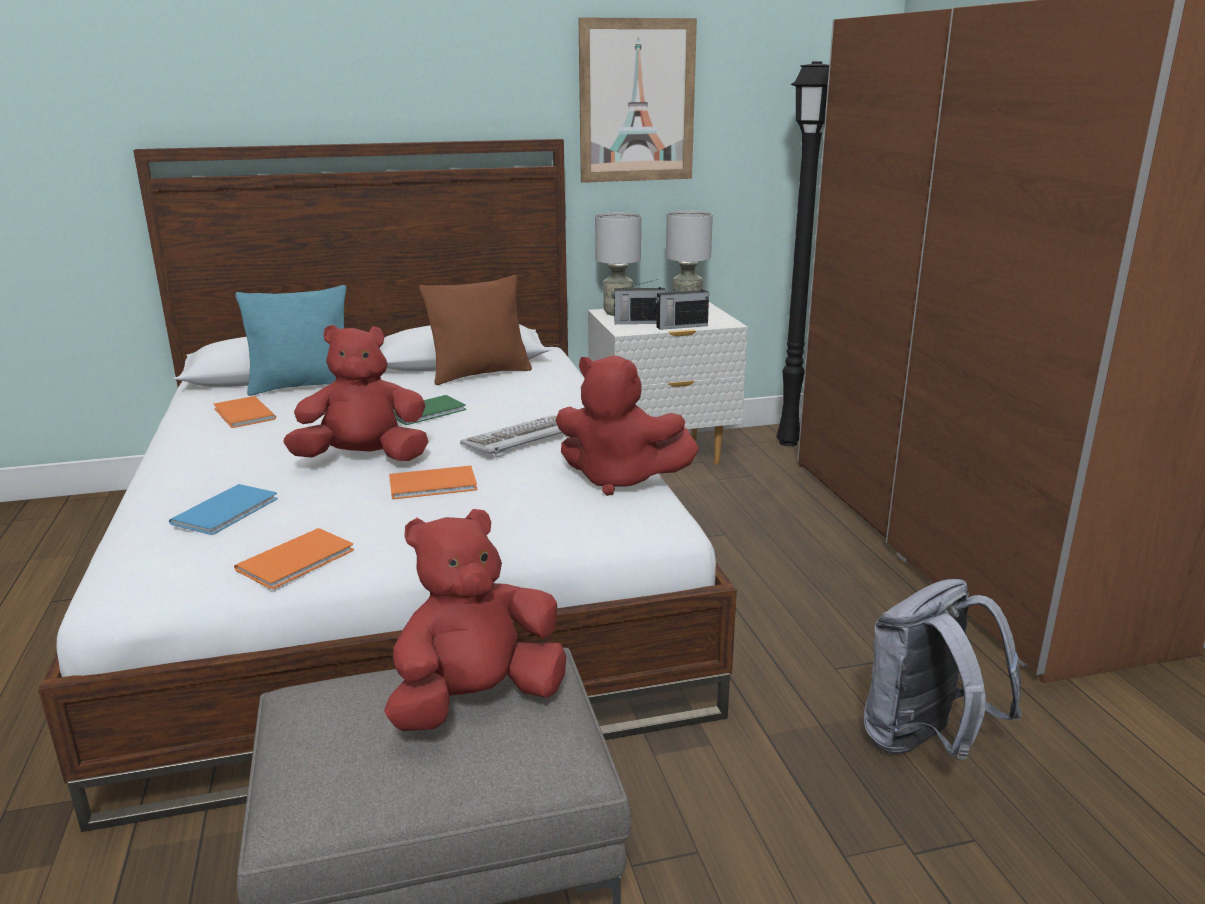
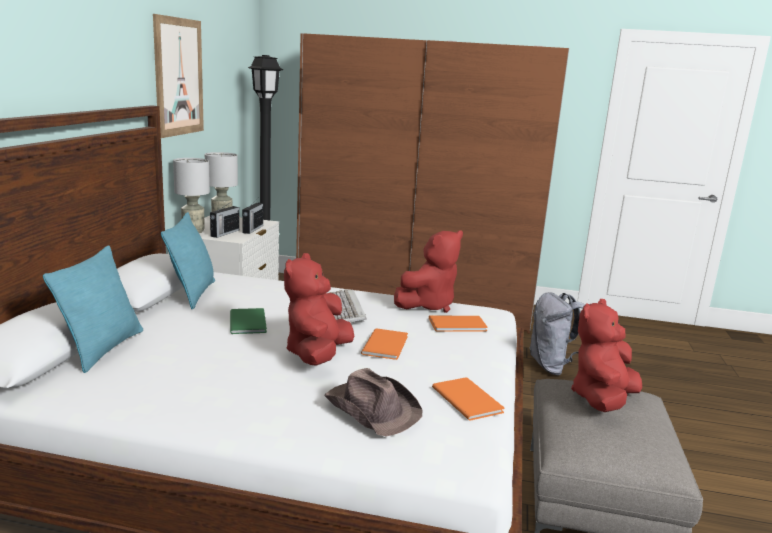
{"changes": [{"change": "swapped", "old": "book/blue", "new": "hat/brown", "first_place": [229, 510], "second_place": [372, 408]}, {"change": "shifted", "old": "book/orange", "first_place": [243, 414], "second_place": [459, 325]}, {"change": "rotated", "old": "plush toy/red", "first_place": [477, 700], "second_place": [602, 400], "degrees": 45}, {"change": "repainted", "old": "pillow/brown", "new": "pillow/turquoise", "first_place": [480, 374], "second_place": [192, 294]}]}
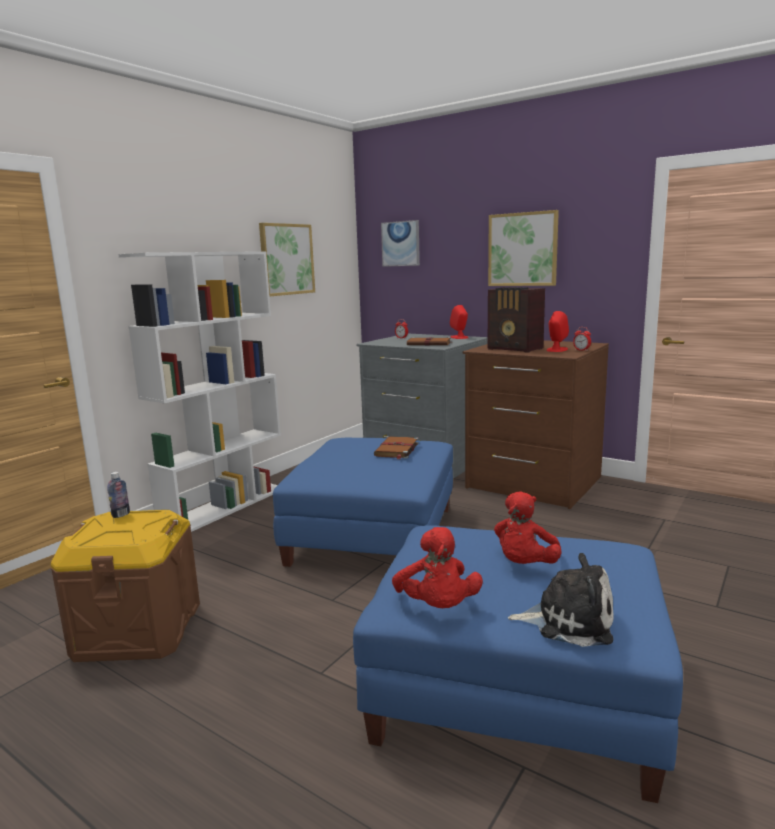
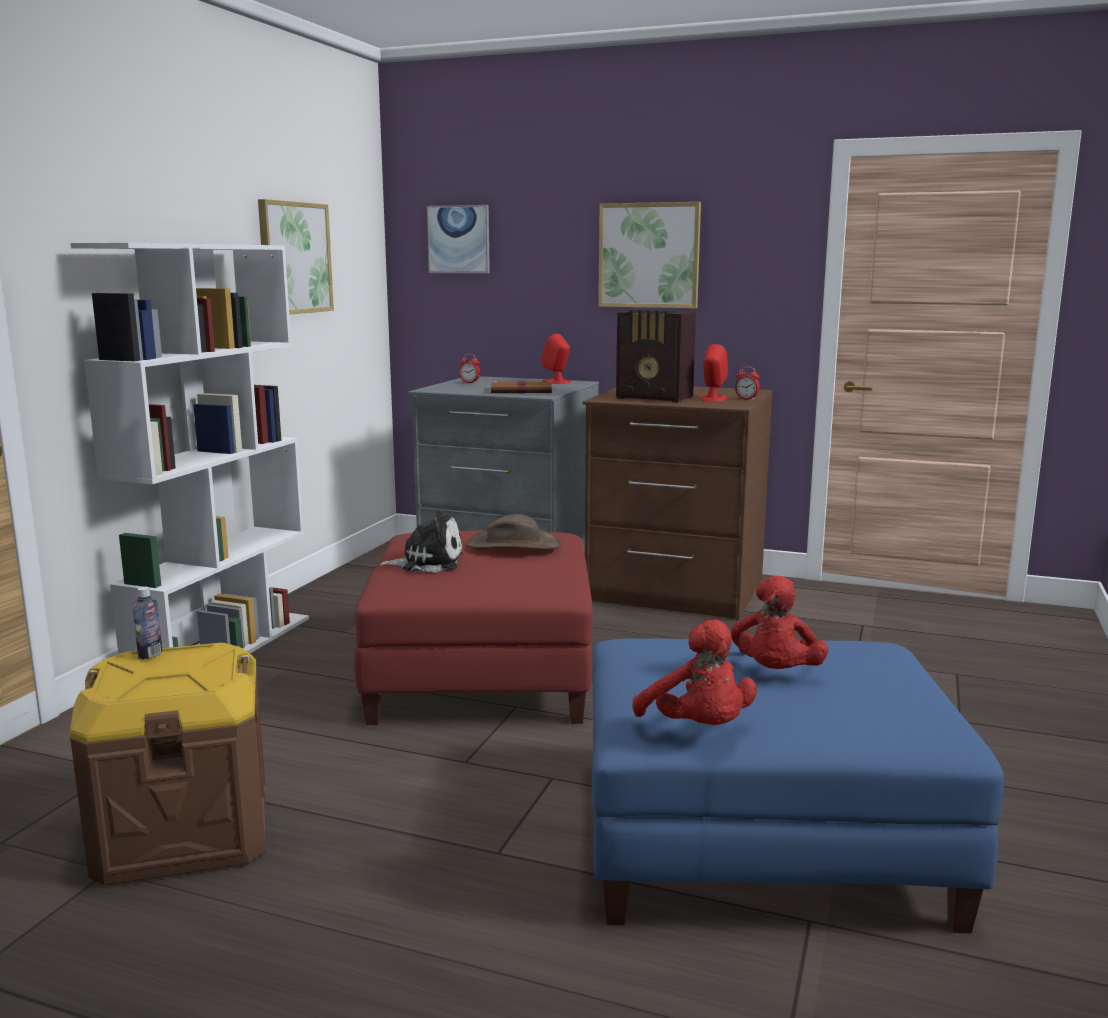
{"changes": [{"change": "repainted", "old": "ottoman/blue", "new": "ottoman/red", "first_place": [373, 535], "second_place": [481, 673]}, {"change": "swapped", "old": "book/brown", "new": "hat/brown", "first_place": [396, 450], "second_place": [513, 545]}, {"change": "shifted", "old": "plush toy", "first_place": [568, 620], "second_place": [428, 562]}]}
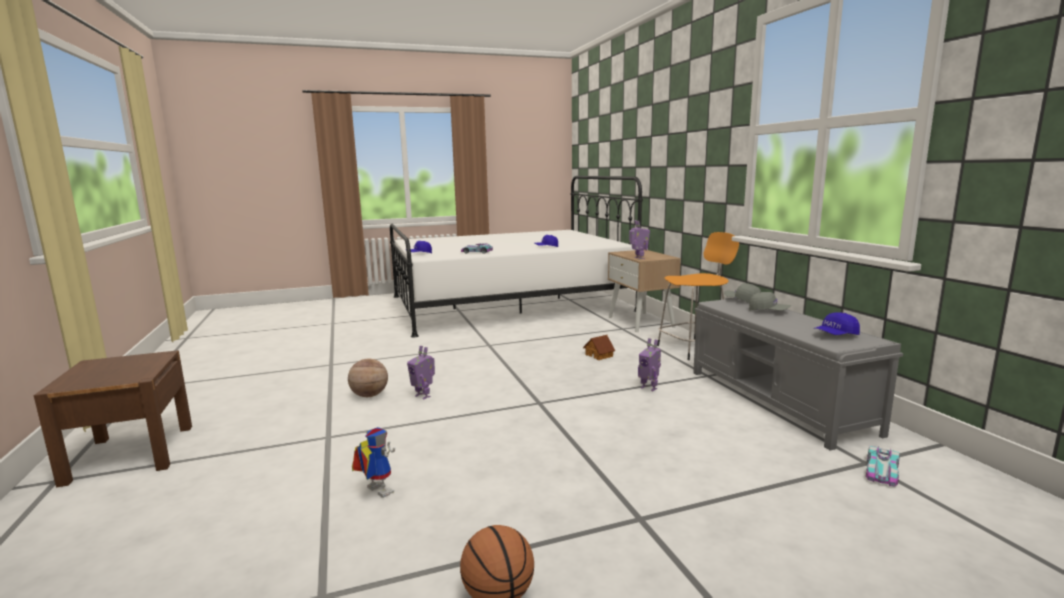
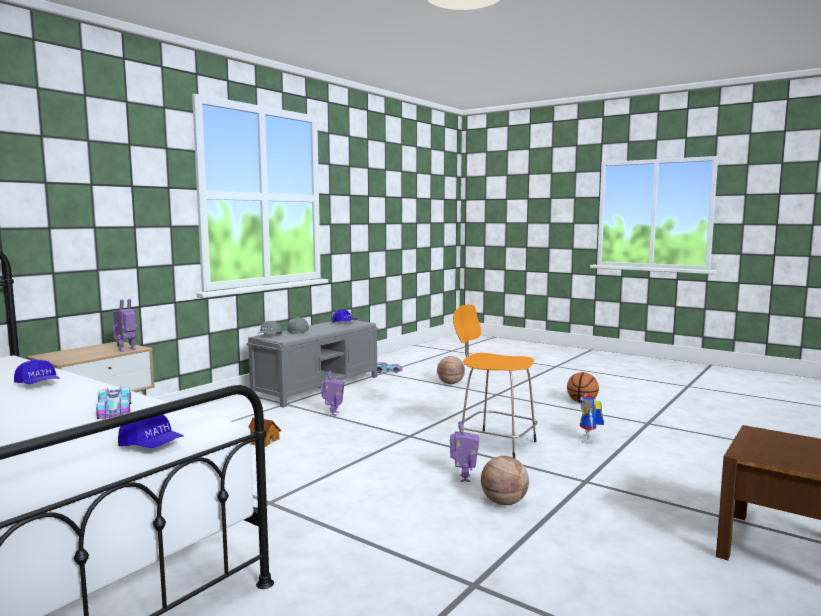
{"changes": [{"change": "shifted", "old": "stool/orange", "first_place": [694, 348], "second_place": [494, 444]}, {"change": "new", "new": "basketball", "second_place": [450, 383]}]}
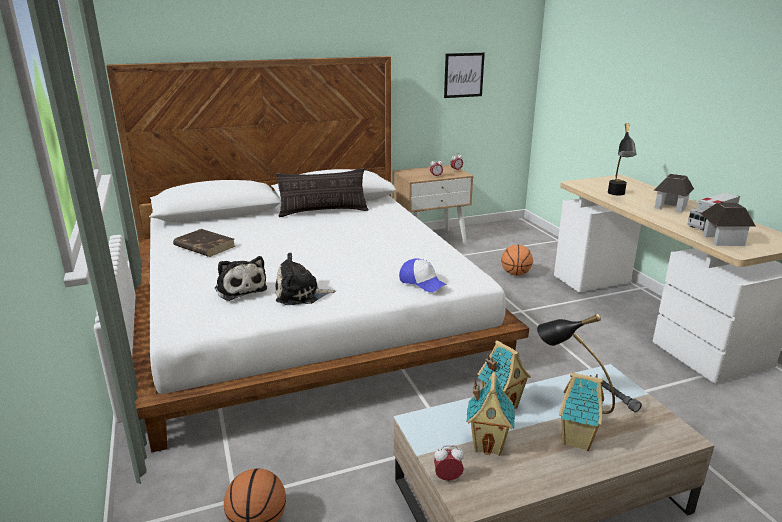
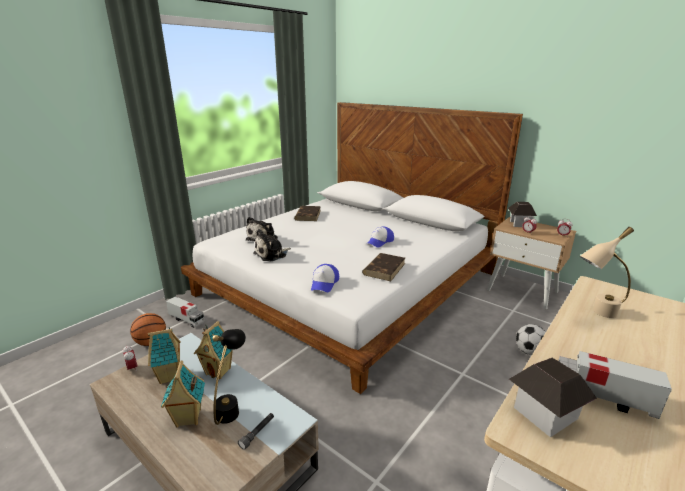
{"changes": [{"change": "rotated", "old": "plush toy", "first_place": [301, 295], "second_place": [272, 254], "degrees": -90}, {"change": "gone", "old": "pillow", "first_place": [323, 212]}, {"change": "gone", "old": "picture", "first_place": [463, 75]}, {"change": "swapped", "old": "basketball", "new": "football", "first_place": [515, 274], "second_place": [529, 352]}, {"change": "repainted", "old": "table lamp/black", "new": "table lamp/beige", "first_place": [617, 195], "second_place": [596, 313]}, {"change": "shifted", "old": "toy house", "first_place": [670, 207], "second_place": [520, 224]}, {"change": "new", "new": "toy truck", "second_place": [187, 320]}, {"change": "new", "new": "book/brown", "second_place": [384, 268]}, {"change": "new", "new": "cap", "second_place": [380, 241]}]}
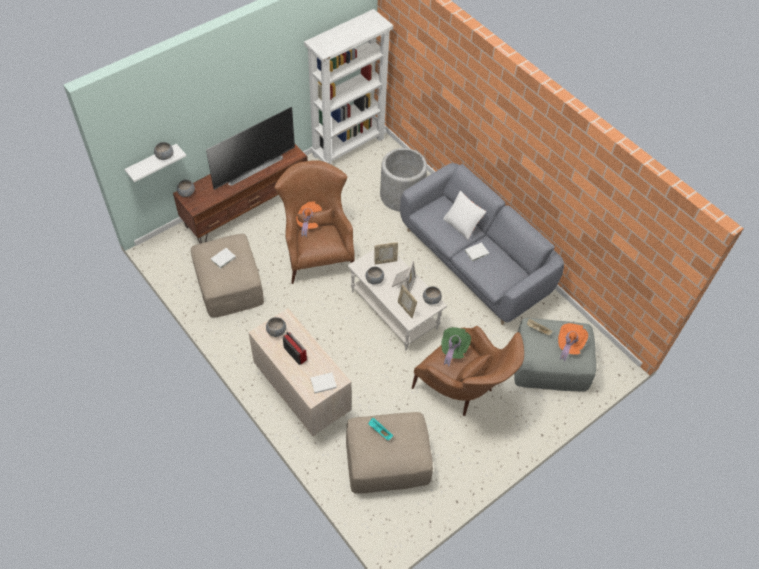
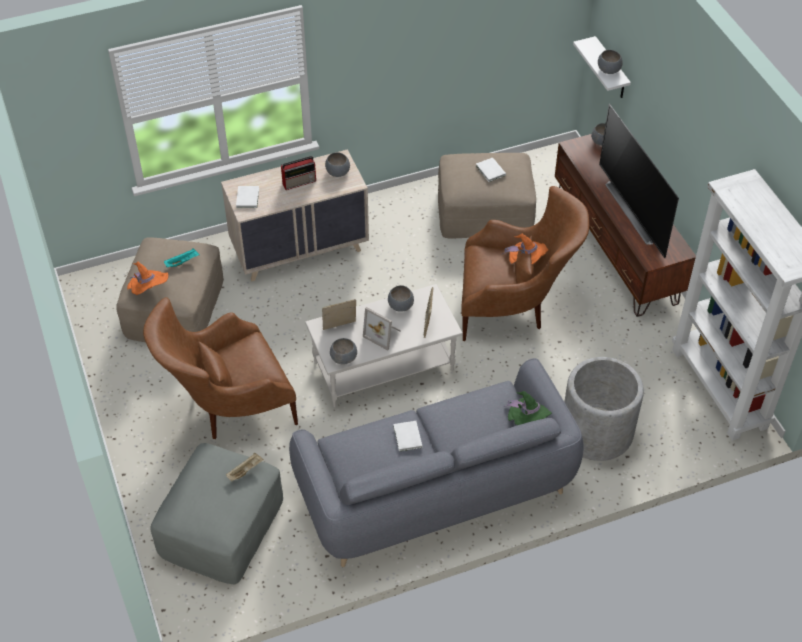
{"changes": [{"change": "shifted", "old": "hat/green", "first_place": [453, 349], "second_place": [528, 420]}, {"change": "gone", "old": "pillow/white", "first_place": [462, 224]}, {"change": "shifted", "old": "hat/orange", "first_place": [569, 345], "second_place": [148, 290]}]}
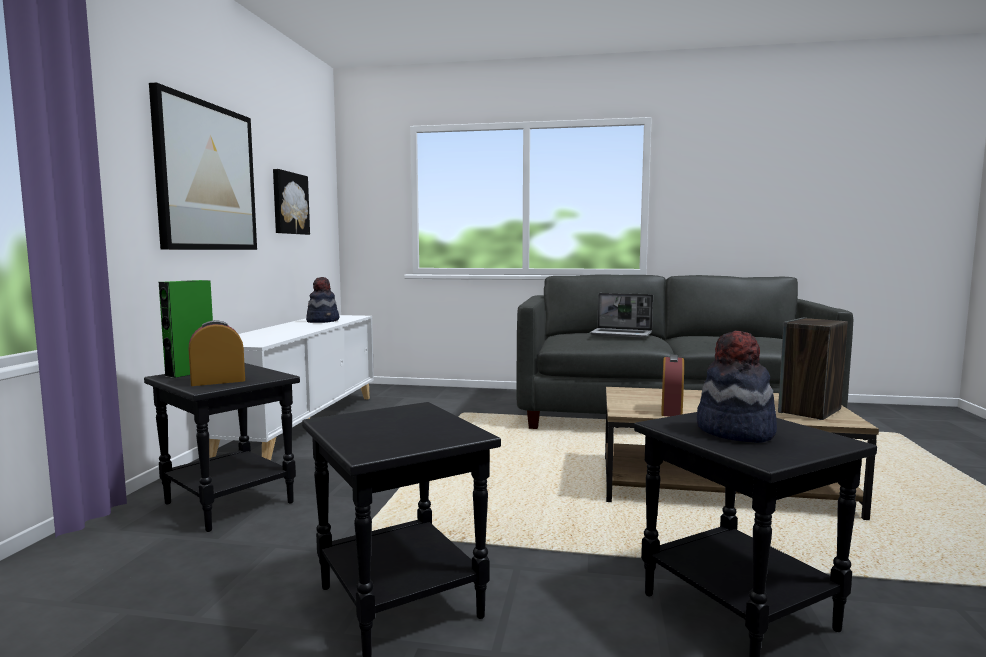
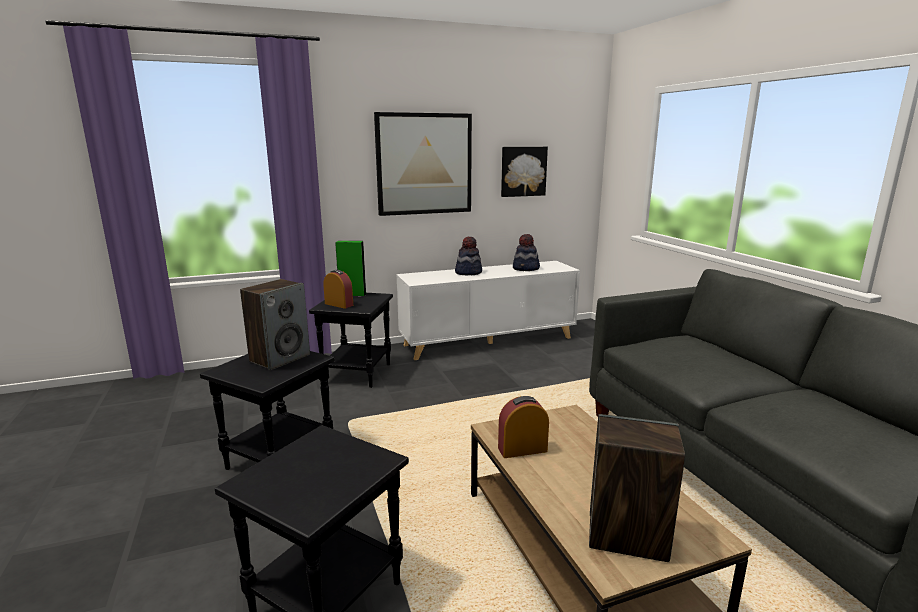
{"changes": [{"change": "gone", "old": "laptop", "first_place": [622, 334]}, {"change": "shifted", "old": "hat", "first_place": [734, 432], "second_place": [468, 272]}, {"change": "new", "new": "speaker", "second_place": [280, 358]}]}
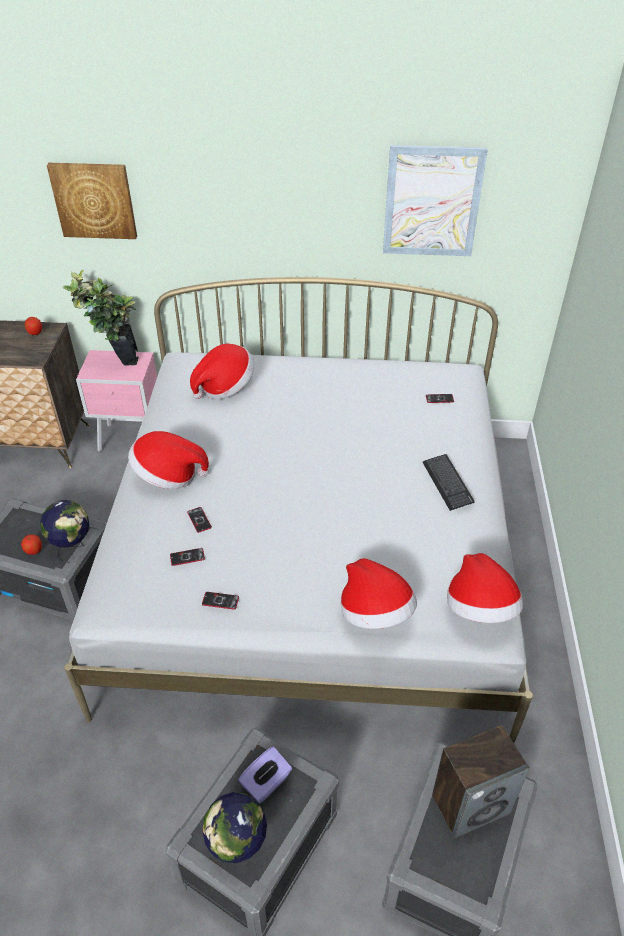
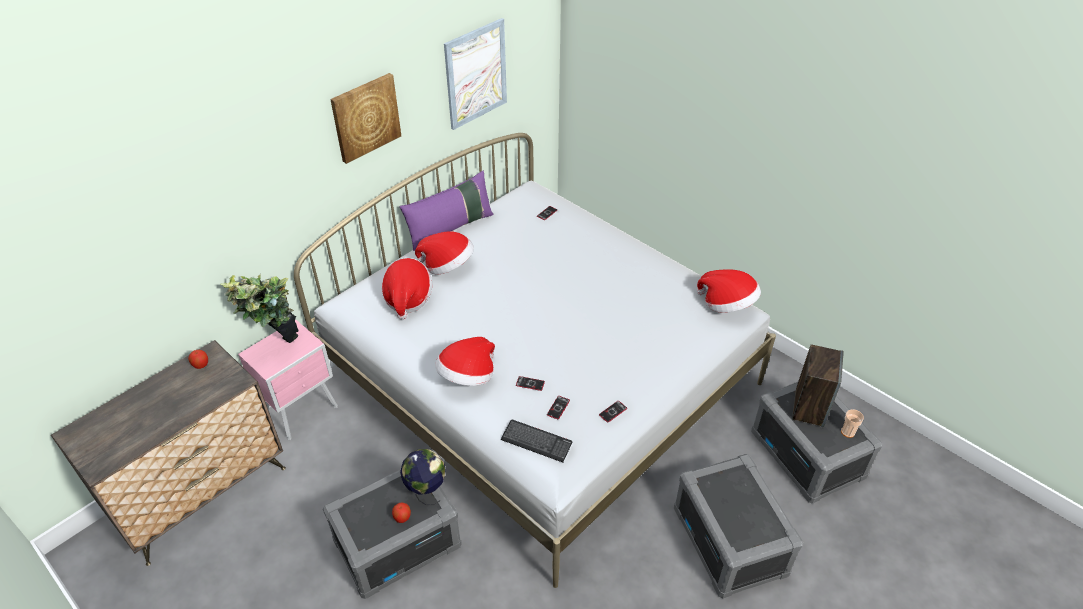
{"changes": [{"change": "shifted", "old": "picture", "first_place": [94, 200], "second_place": [365, 117]}, {"change": "gone", "old": "globe", "first_place": [238, 846]}, {"change": "gone", "old": "tissue box/purple", "first_place": [266, 783]}, {"change": "shifted", "old": "hat", "first_place": [375, 613], "second_place": [448, 266]}, {"change": "shifted", "old": "keyboard", "first_place": [447, 483], "second_place": [536, 441]}, {"change": "new", "new": "pillow/purple", "second_place": [450, 228]}, {"change": "new", "new": "cup", "second_place": [848, 432]}]}
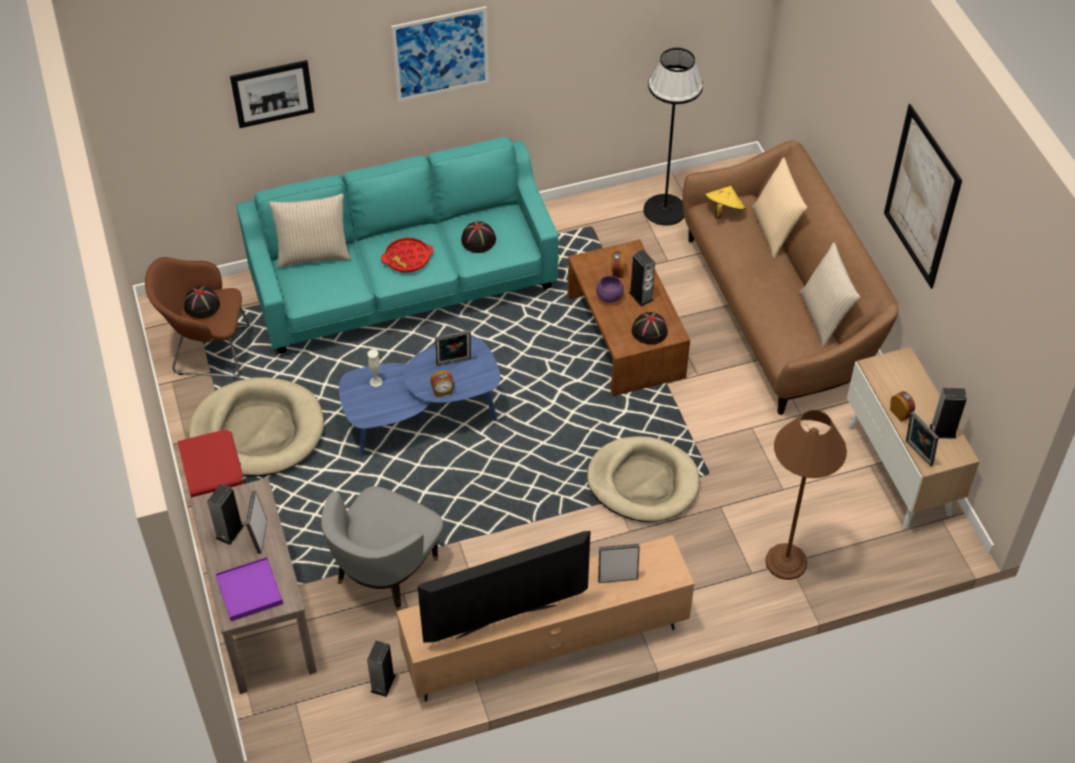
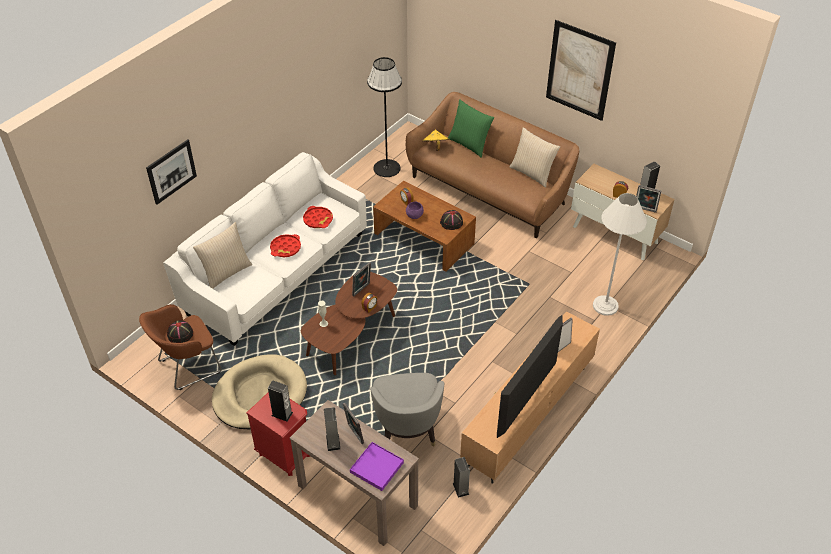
{"changes": [{"change": "repainted", "old": "sofa/turquoise", "new": "sofa/white", "first_place": [404, 285], "second_place": [277, 272]}, {"change": "repainted", "old": "coffee table/blue", "new": "coffee table/brown", "first_place": [422, 417], "second_place": [351, 336]}, {"change": "gone", "old": "picture", "first_place": [441, 54]}, {"change": "swapped", "old": "hat/black", "new": "tray/red", "first_place": [478, 240], "second_place": [318, 220]}, {"change": "gone", "old": "dog bed/beige", "first_place": [643, 482]}, {"change": "shifted", "old": "speaker", "first_place": [641, 296], "second_place": [282, 414]}, {"change": "repainted", "old": "pillow/beige", "new": "pillow/green", "first_place": [775, 230], "second_place": [469, 144]}, {"change": "repainted", "old": "floor lamp/brown", "new": "floor lamp/white", "first_place": [786, 561], "second_place": [605, 305]}]}
